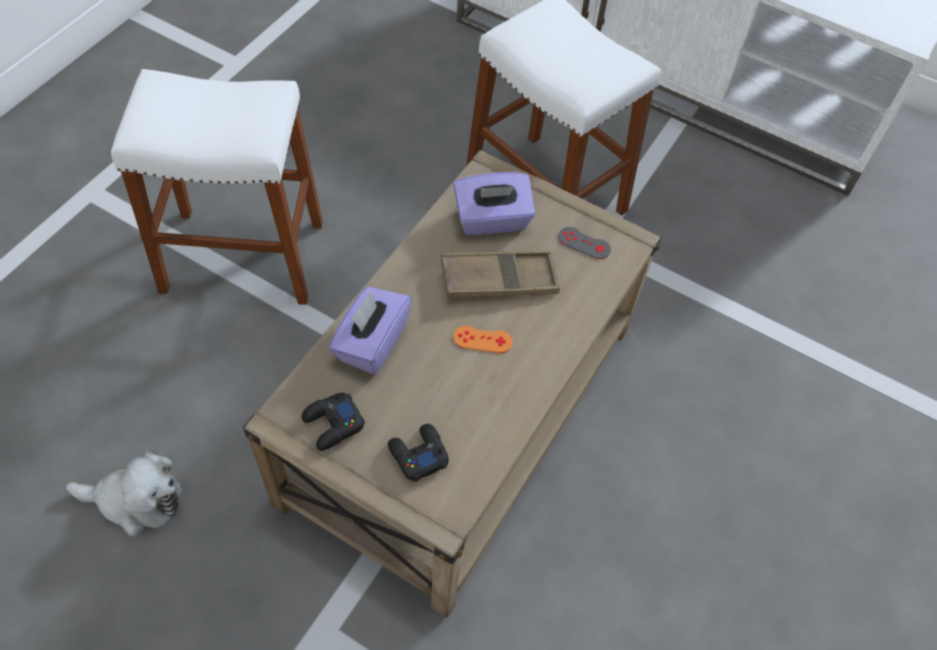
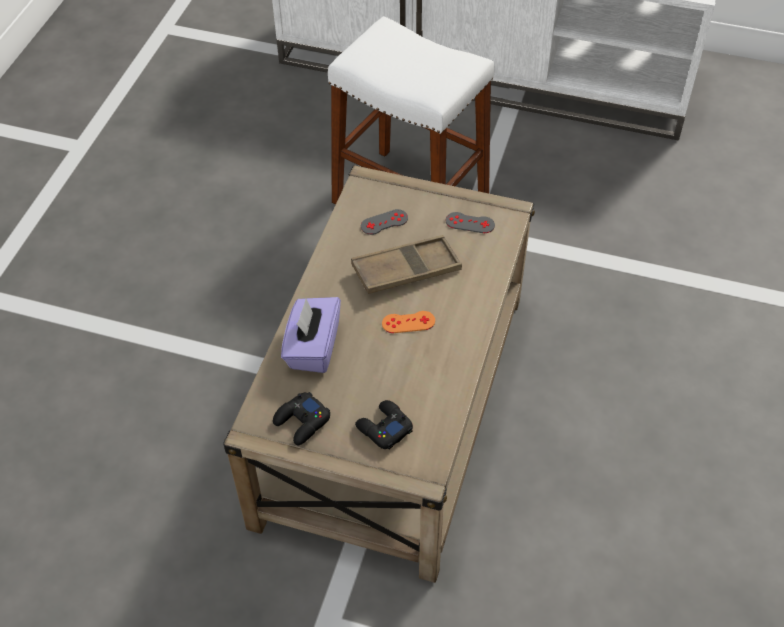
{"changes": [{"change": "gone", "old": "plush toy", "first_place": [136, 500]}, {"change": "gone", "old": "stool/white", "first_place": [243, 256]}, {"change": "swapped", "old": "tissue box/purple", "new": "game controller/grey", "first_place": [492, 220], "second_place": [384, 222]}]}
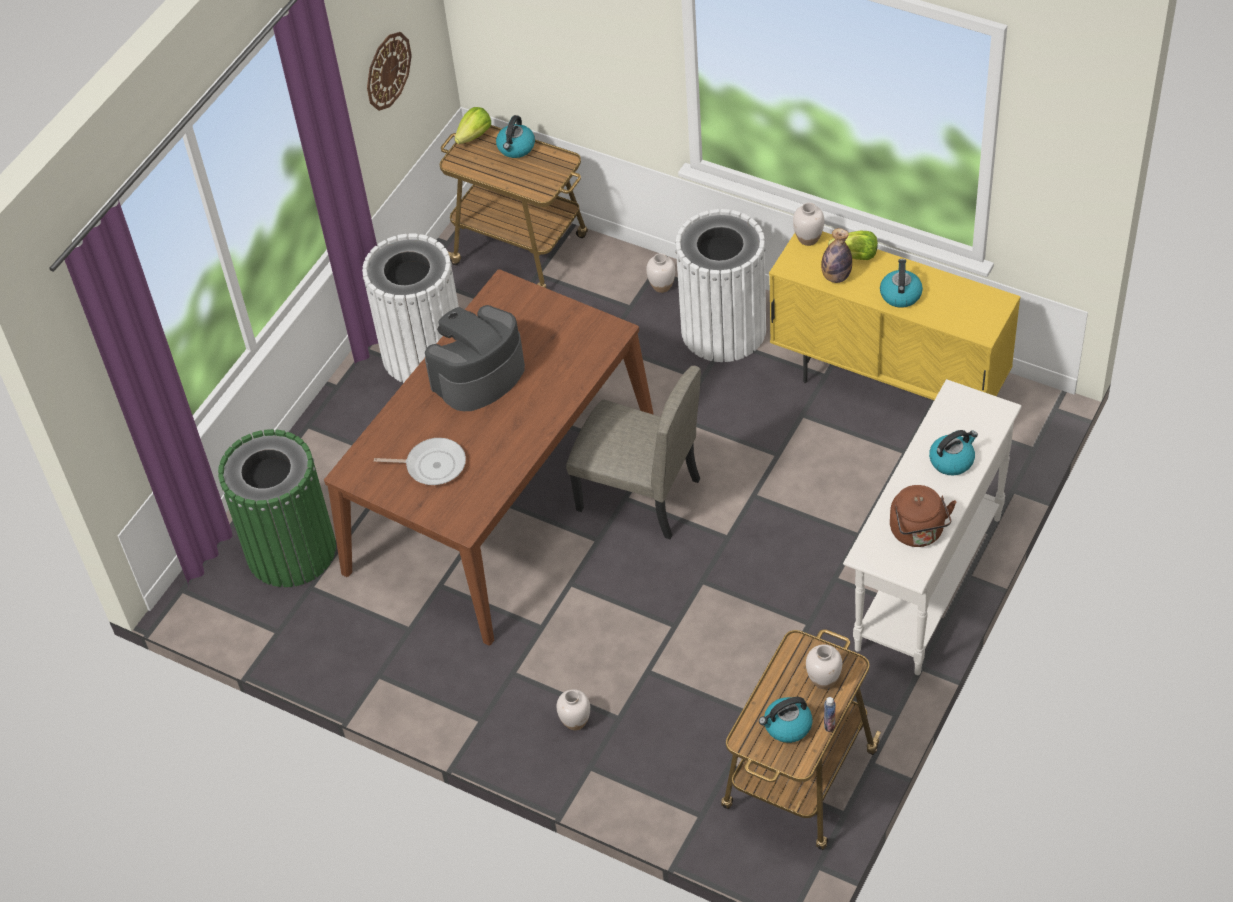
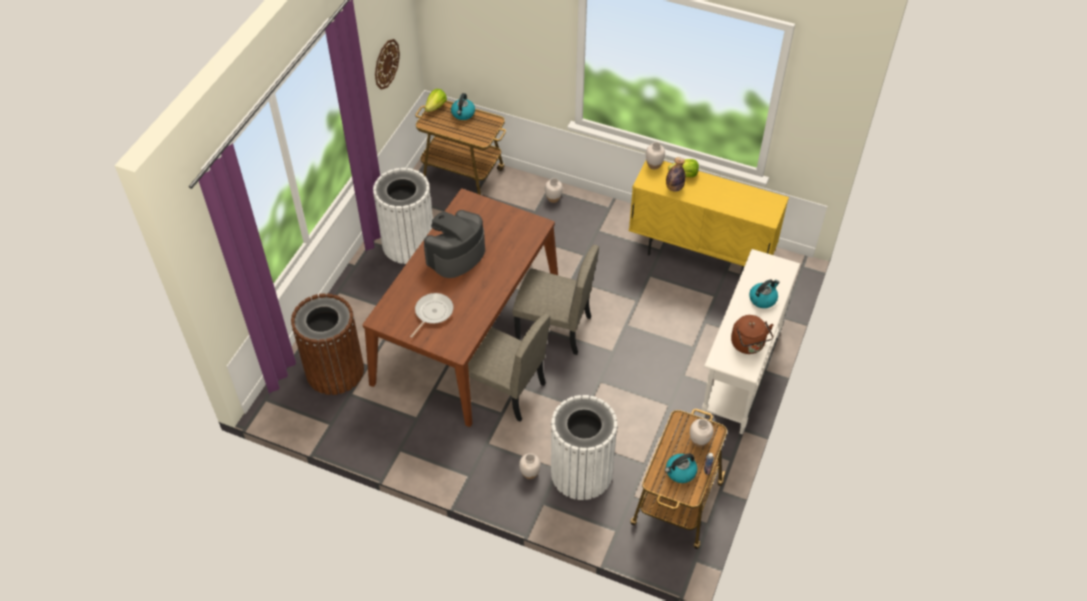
{"changes": [{"change": "repainted", "old": "trash can/green", "new": "trash can/brown", "first_place": [291, 550], "second_place": [335, 371]}, {"change": "rotated", "old": "frying pan", "first_place": [432, 465], "second_place": [432, 313], "degrees": -60}, {"change": "shifted", "old": "trash can/white", "first_place": [723, 330], "second_place": [581, 473]}, {"change": "gone", "old": "kettle", "first_place": [900, 294]}, {"change": "new", "new": "chair/beige", "second_place": [504, 389]}]}
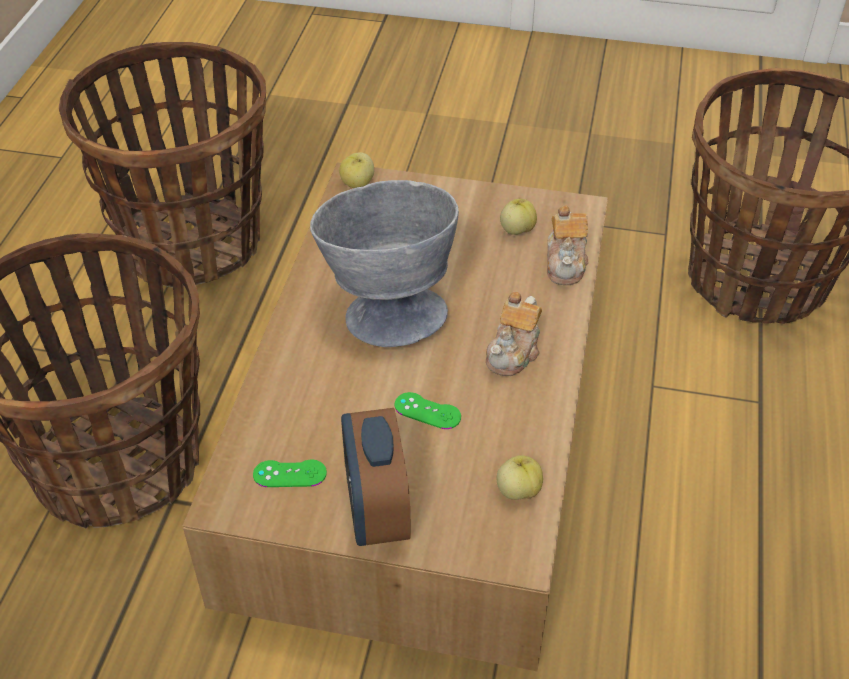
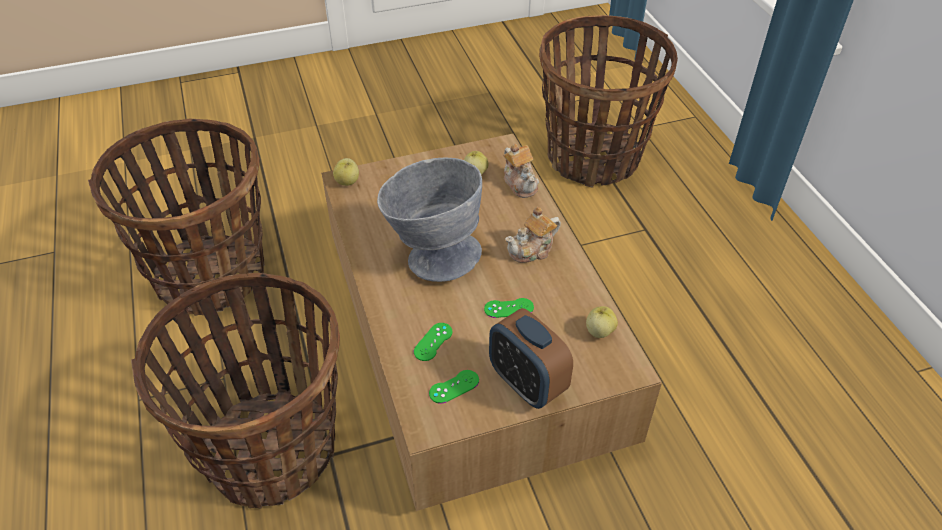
{"changes": [{"change": "rotated", "old": "teapot", "first_place": [514, 352], "second_place": [532, 250], "degrees": 60}, {"change": "new", "new": "game controller/green", "second_place": [433, 342]}]}
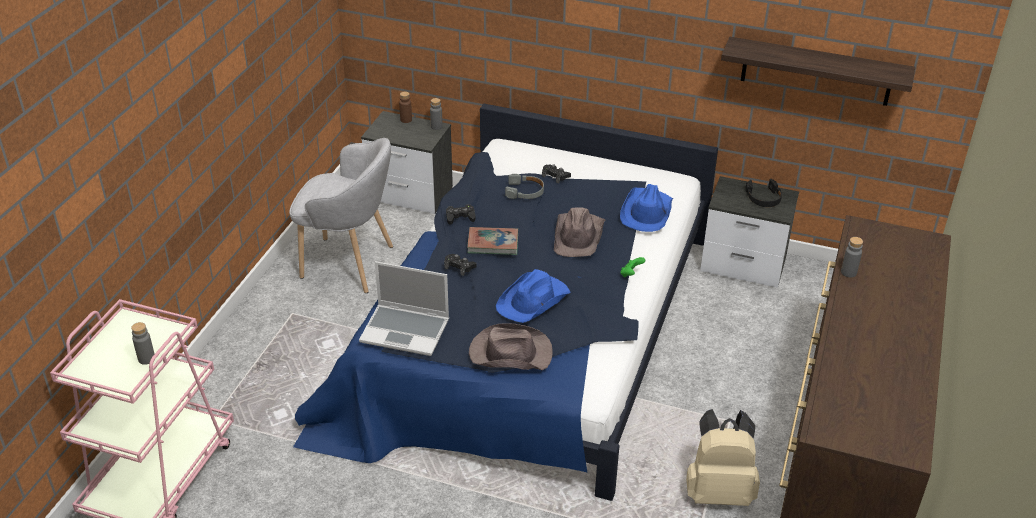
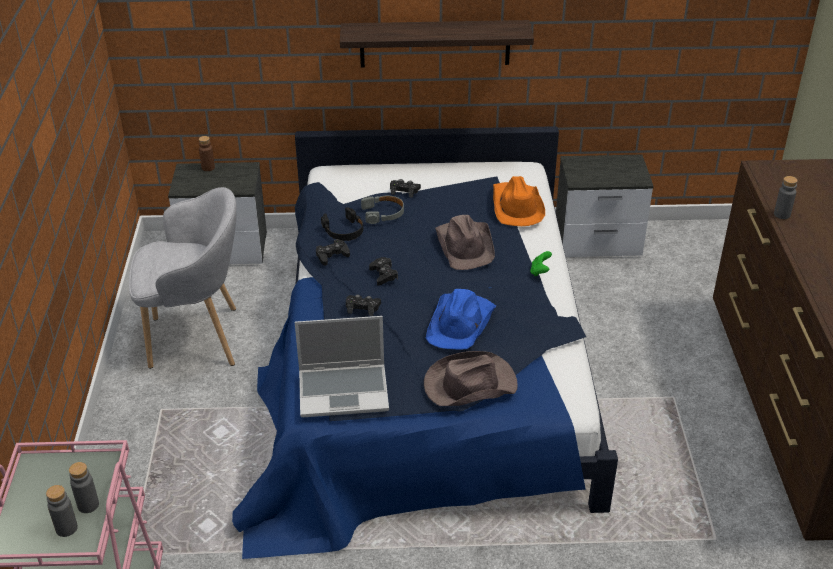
{"changes": [{"change": "shifted", "old": "bottle/grey", "first_place": [436, 126], "second_place": [66, 528]}, {"change": "swapped", "old": "book", "new": "game controller/black", "first_place": [493, 244], "second_place": [383, 275]}, {"change": "repainted", "old": "hat/blue", "new": "hat/orange", "first_place": [646, 212], "second_place": [516, 206]}, {"change": "gone", "old": "backpack/beige", "first_place": [718, 491]}, {"change": "shifted", "old": "shelf", "first_place": [816, 71], "second_place": [435, 43]}, {"change": "shifted", "old": "headphones/black", "first_place": [763, 198], "second_place": [344, 231]}]}
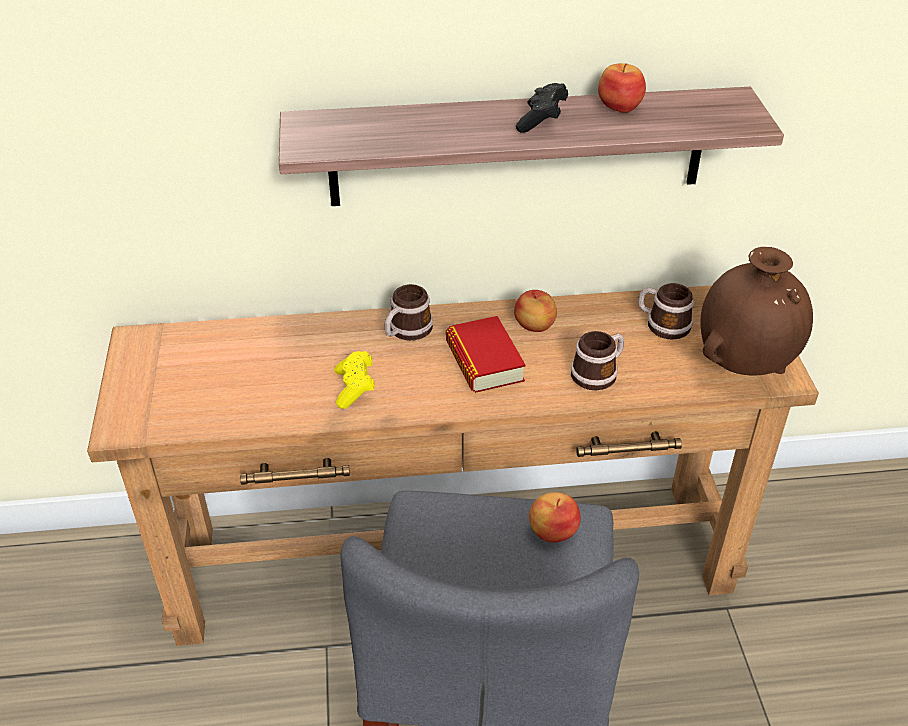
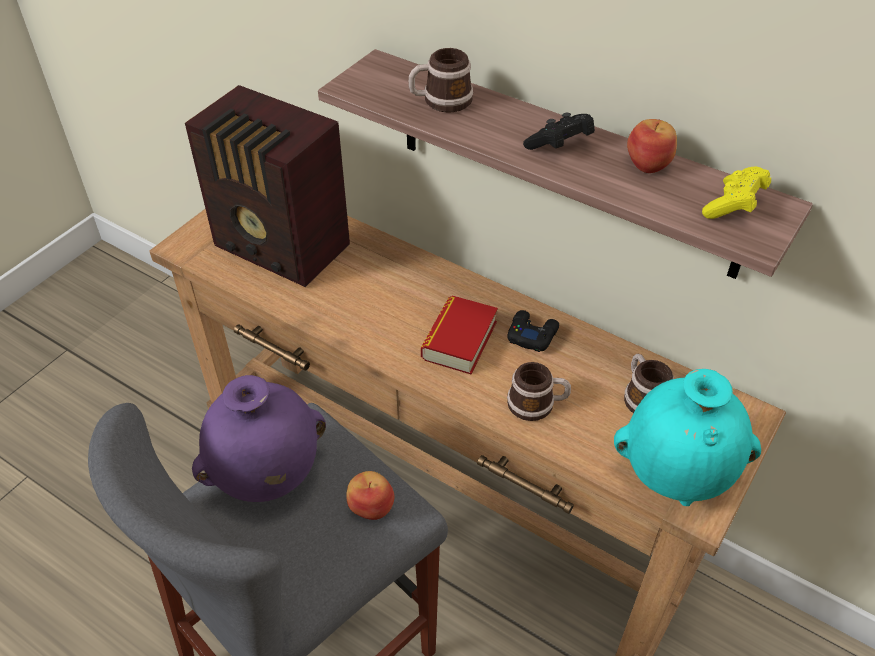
{"changes": [{"change": "shifted", "old": "game controller/yellow", "first_place": [354, 388], "second_place": [733, 206]}, {"change": "shifted", "old": "mug", "first_place": [406, 331], "second_place": [440, 101]}, {"change": "swapped", "old": "apple", "new": "game controller/black", "first_place": [534, 326], "second_place": [532, 334]}, {"change": "repainted", "old": "vase/brown", "new": "vase/turquoise", "first_place": [745, 364], "second_place": [676, 476]}, {"change": "new", "new": "radio", "second_place": [282, 249]}, {"change": "new", "new": "vase/purple", "second_place": [267, 478]}]}
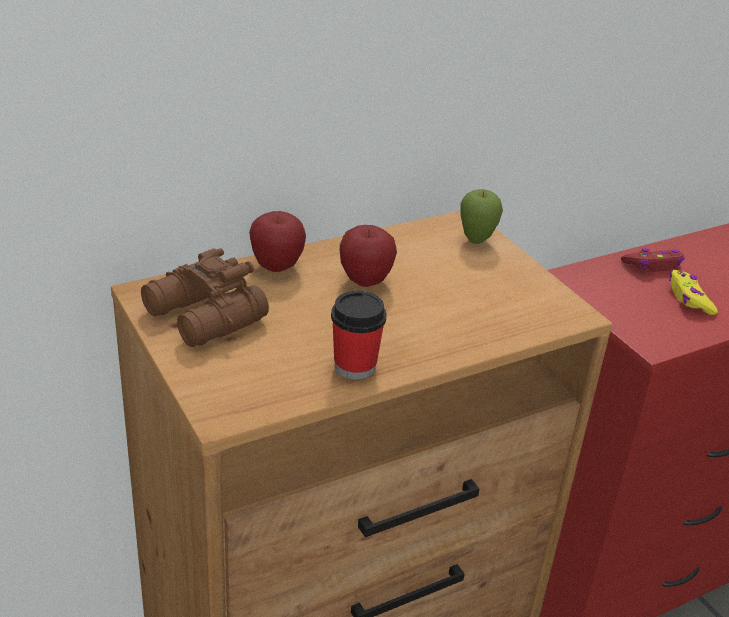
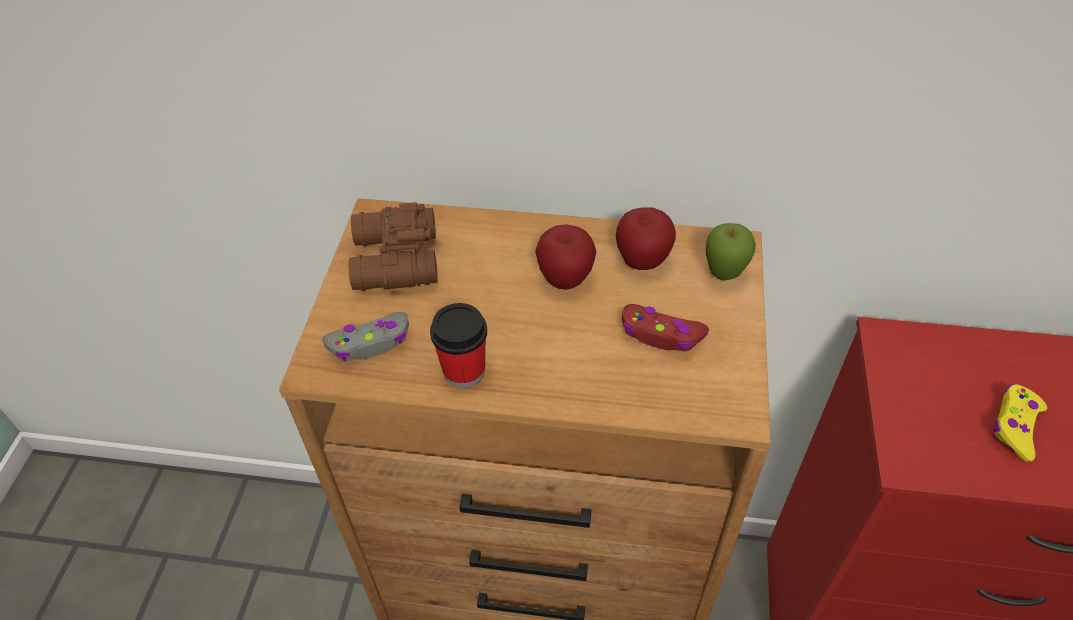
{"changes": [{"change": "shifted", "old": "apple", "first_place": [277, 267], "second_place": [642, 261]}, {"change": "shifted", "old": "game controller/red", "first_place": [653, 265], "second_place": [661, 334]}, {"change": "new", "new": "game controller/grey", "second_place": [370, 343]}]}
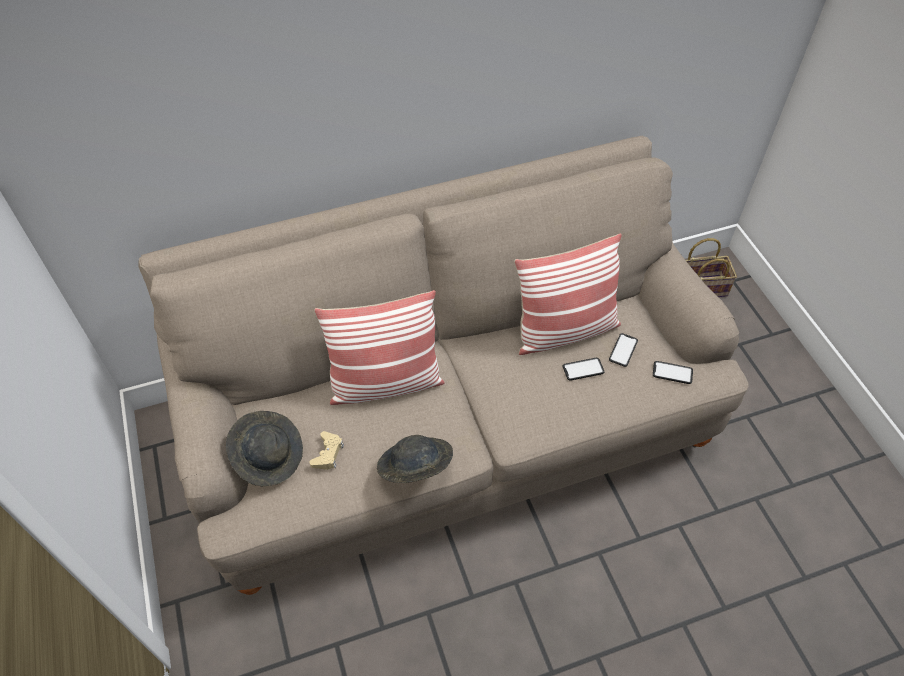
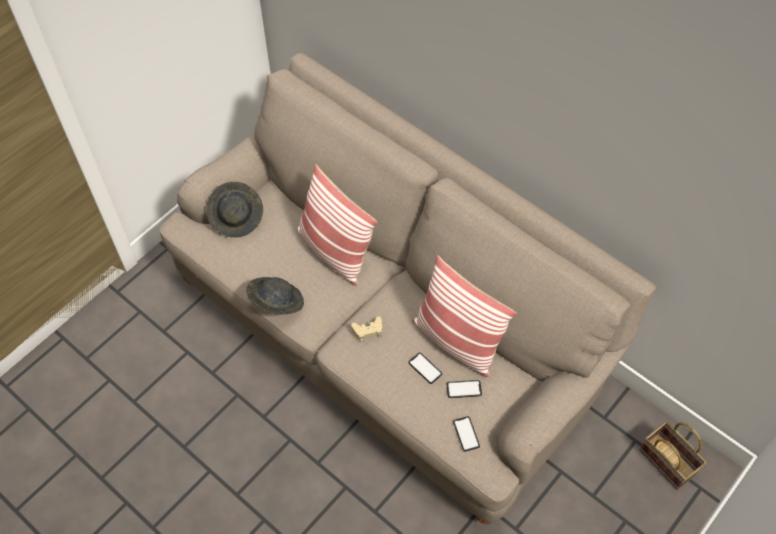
{"changes": [{"change": "shifted", "old": "game controller/beige", "first_place": [328, 453], "second_place": [368, 330]}]}
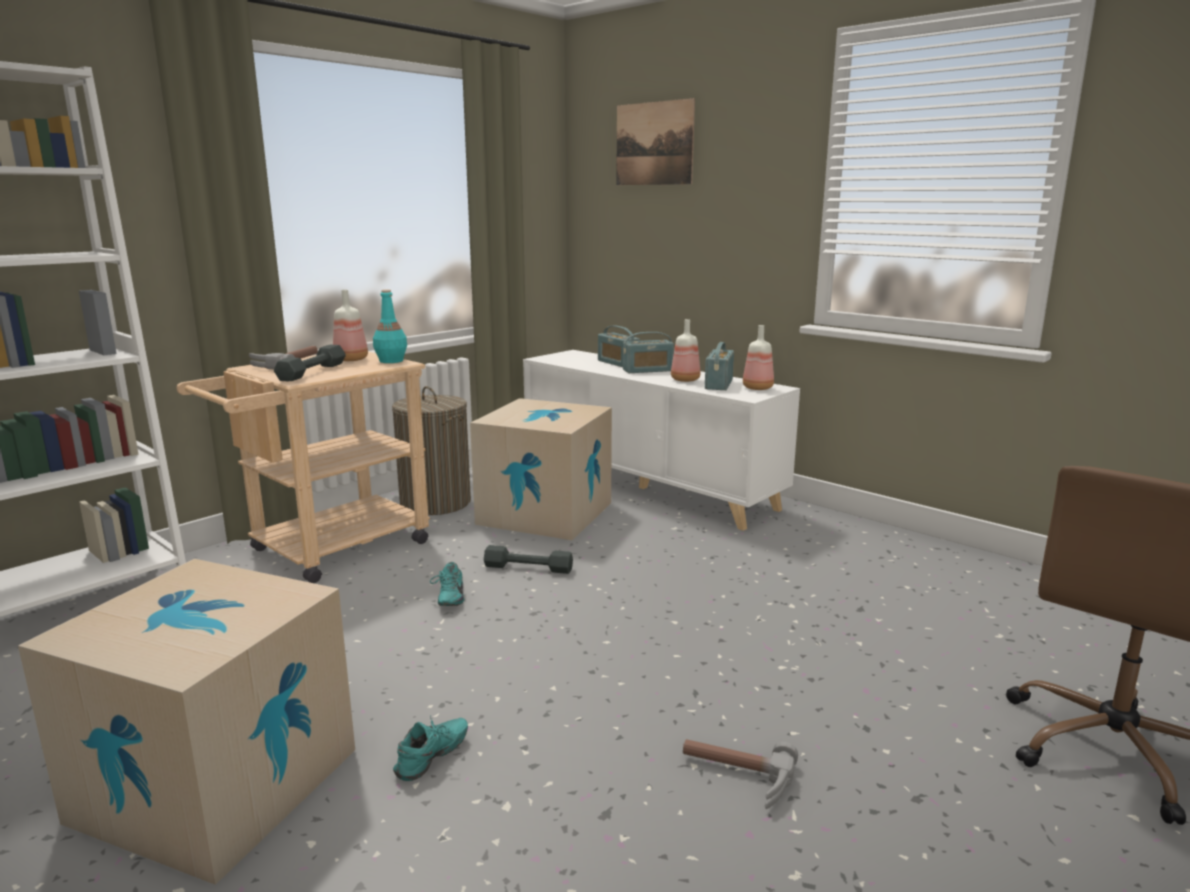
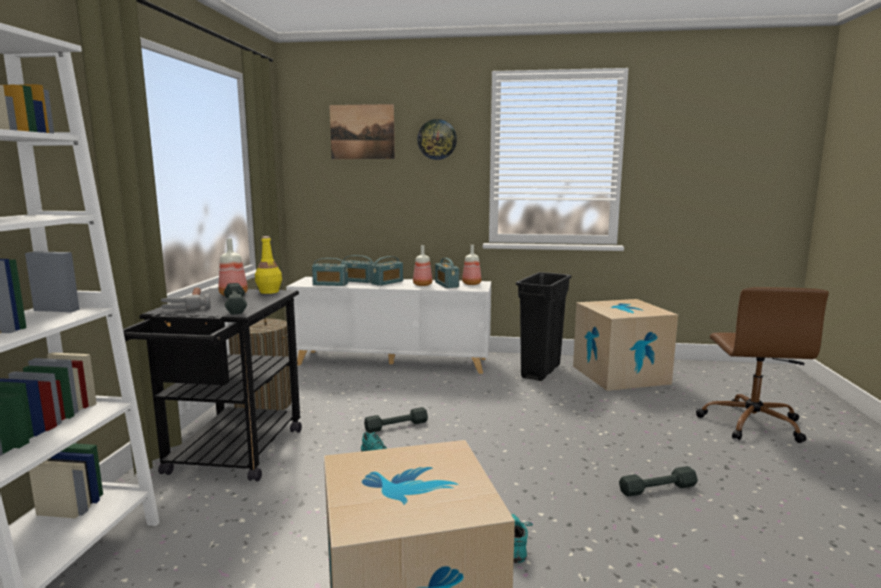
{"changes": [{"change": "repainted", "old": "cart/beige", "new": "cart/black", "first_place": [327, 550], "second_place": [230, 457]}, {"change": "repainted", "old": "bottle/turquoise", "new": "bottle/yellow", "first_place": [390, 361], "second_place": [269, 292]}, {"change": "shifted", "old": "cardboard box", "first_place": [545, 513], "second_place": [620, 375]}, {"change": "swapped", "old": "hammer", "new": "dumbbell/grey", "first_place": [735, 778], "second_place": [657, 489]}, {"change": "new", "new": "radio", "second_place": [330, 284]}, {"change": "new", "new": "wall clock", "second_place": [437, 139]}, {"change": "new", "new": "trash can/black", "second_place": [541, 371]}]}
